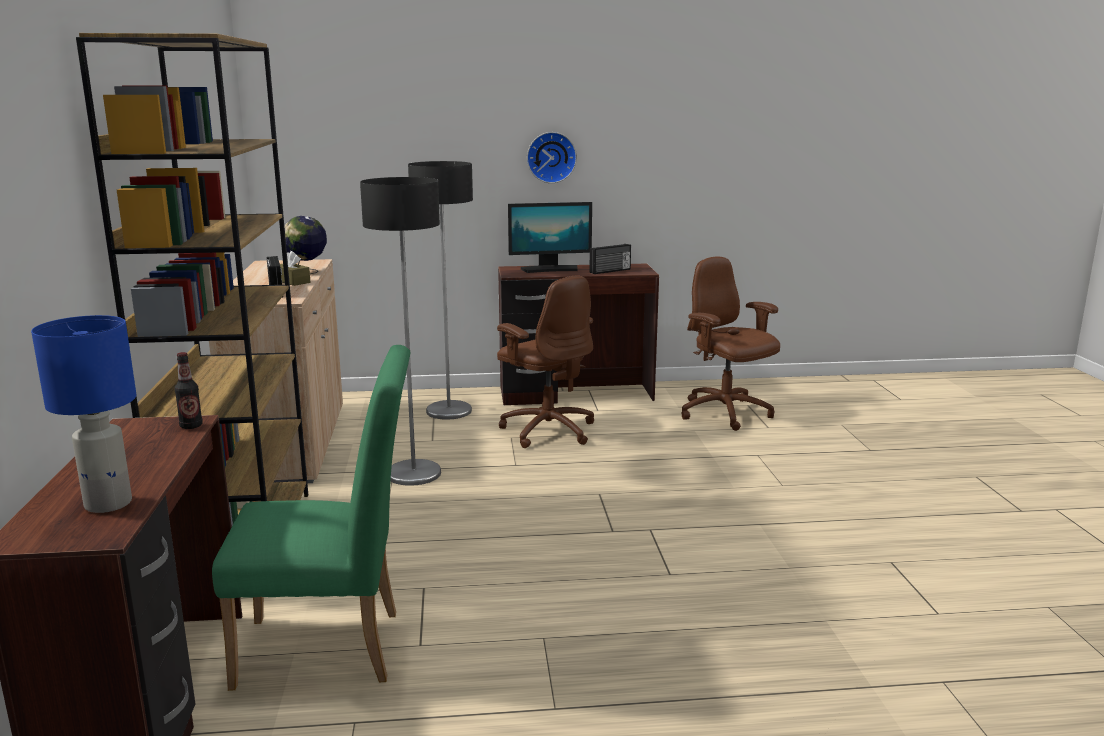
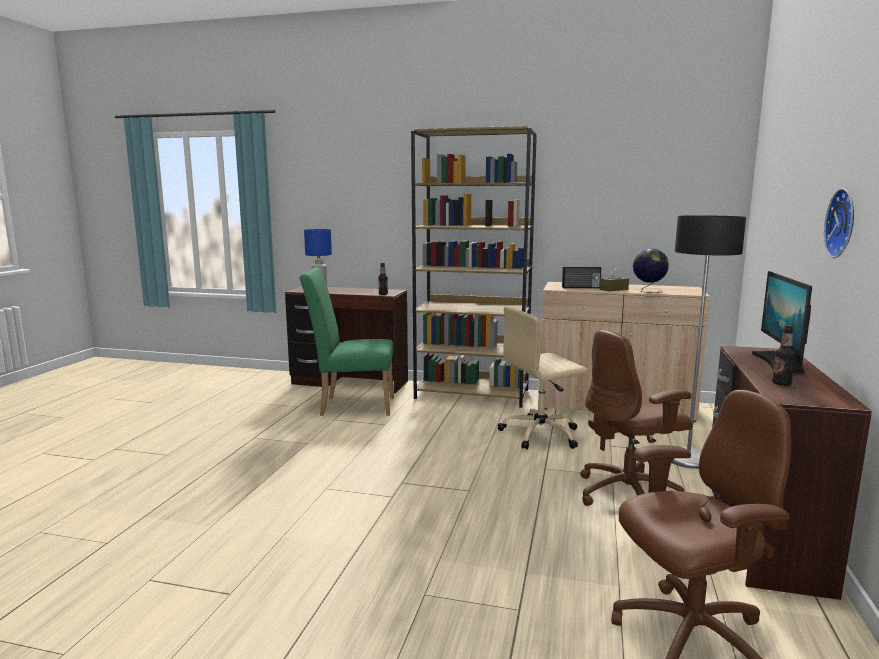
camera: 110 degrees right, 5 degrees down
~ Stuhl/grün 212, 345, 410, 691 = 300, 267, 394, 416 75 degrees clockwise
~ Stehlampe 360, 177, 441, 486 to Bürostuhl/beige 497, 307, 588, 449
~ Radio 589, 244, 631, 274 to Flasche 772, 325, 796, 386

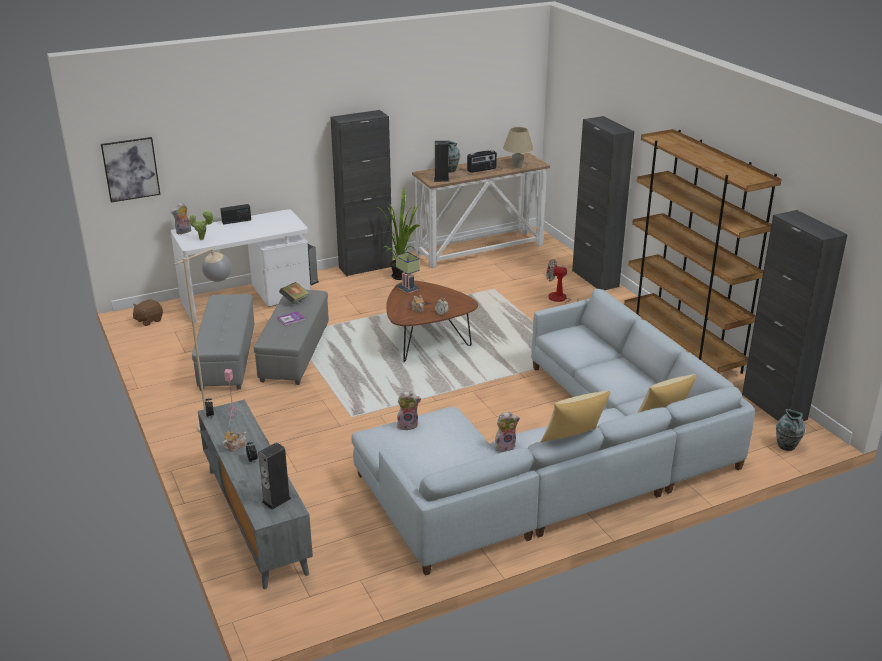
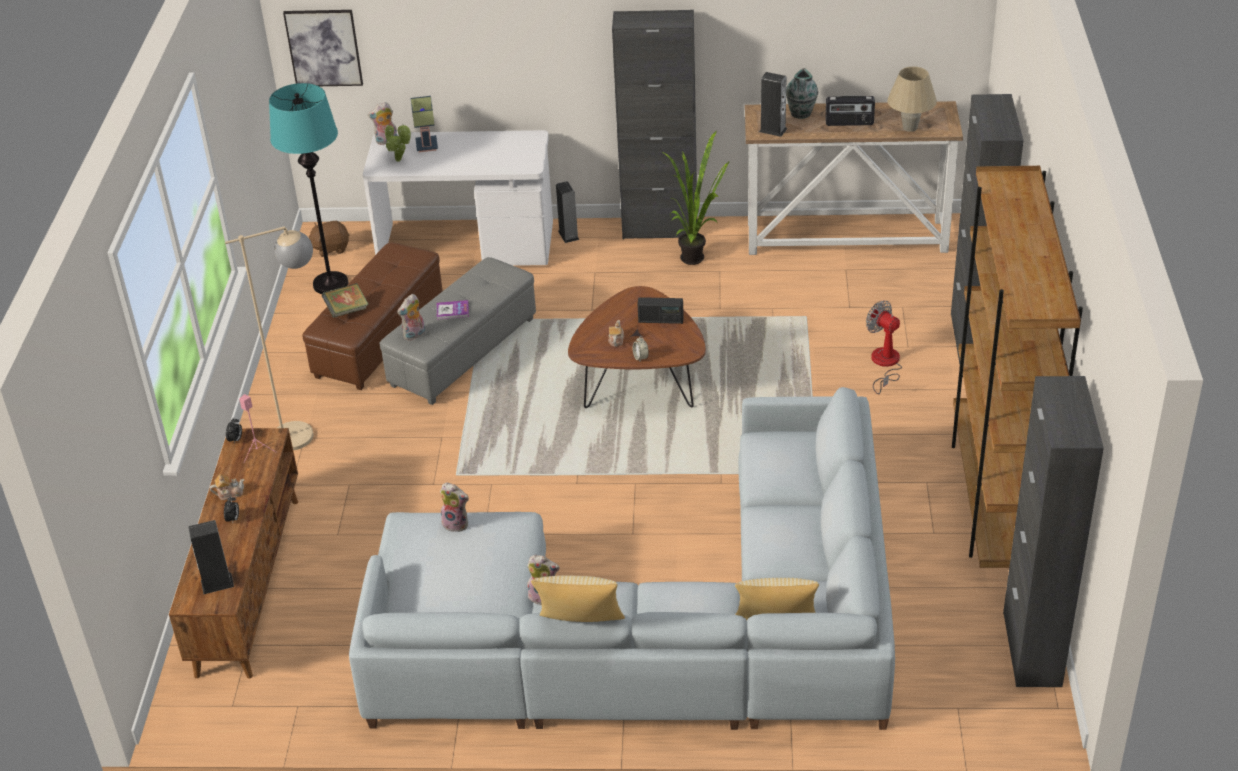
camera: 30 degrees right, 10 degrees up
~ Fernsehschrank/grau 198, 400, 313, 589 to Fernsehschrank/braun 169, 428, 298, 678
+ Stehlampe/türkis 269, 83, 348, 294
~ Polsterhocker/grau 192, 294, 254, 391 to Polsterhocker/braun 302, 242, 443, 390
~ Buch 279, 282, 309, 304 to 322, 283, 369, 318
+ Plüschtier 397, 294, 425, 341
~ Tischlampe 396, 252, 420, 294 to 411, 96, 438, 152
~ Radio 220, 204, 251, 225 to 638, 297, 684, 324
- Vase 776, 409, 805, 451

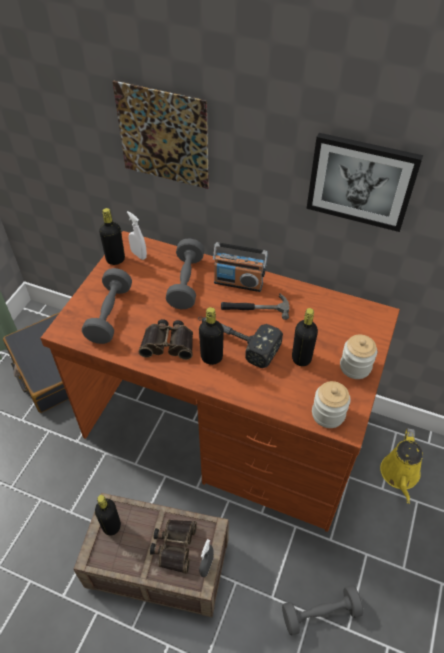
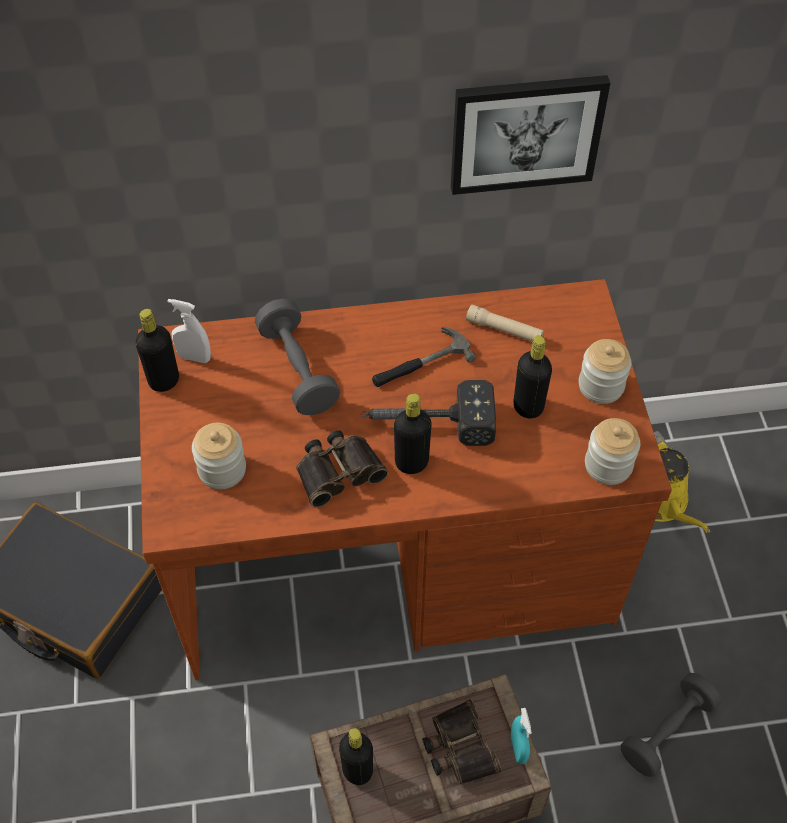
camera: 30 degrees left, 5 degrees up
~ Hantel/grau 82, 268, 132, 344 to Vorratsglas 192, 423, 246, 489
+ Taschenlampe/beige 466, 304, 544, 341
~ Sprühflasche/grau 199, 539, 214, 577 to Sprühflasche/türkis 510, 708, 532, 764
- Bild 113, 81, 209, 189
- Radio 213, 242, 268, 292

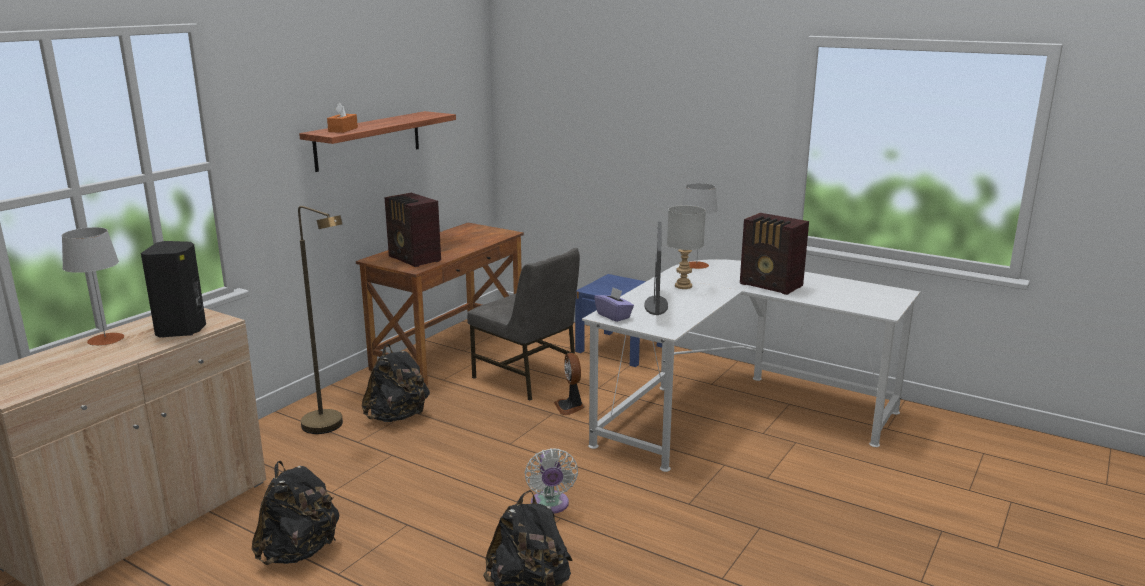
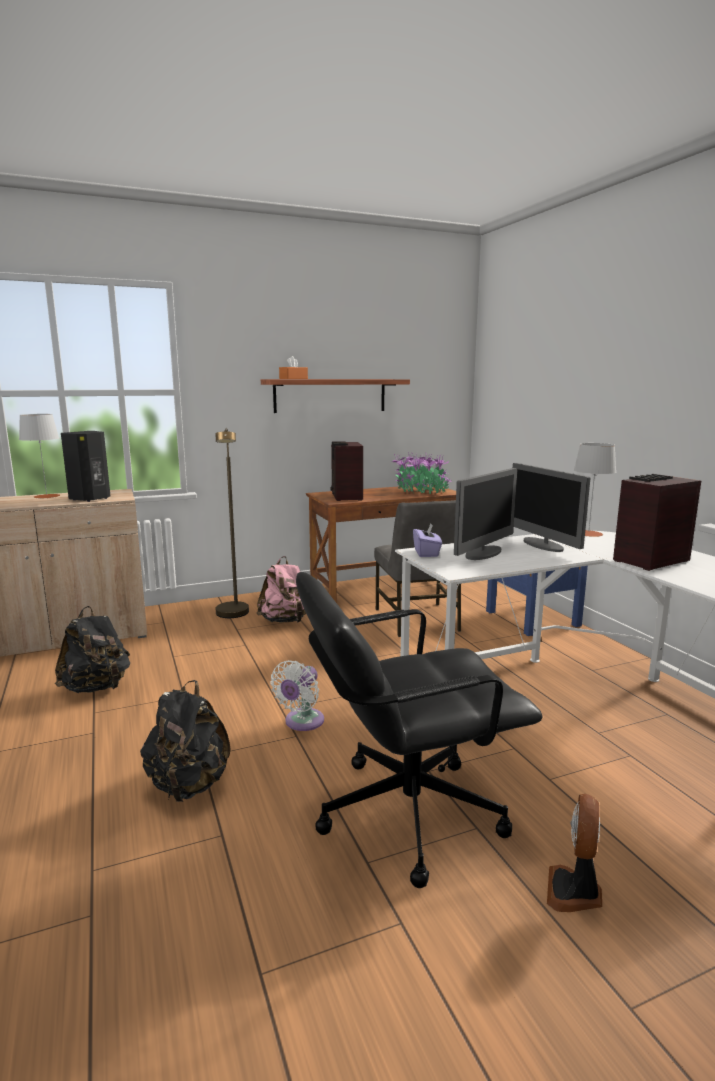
camera: 35 degrees right, 5 degrees down
~ Rucksack/schwarz 362, 344, 430, 422 to Rucksack/rosa 257, 556, 306, 623
+ Bürostuhl/schwarz 296, 572, 543, 888
+ Topfpflanze 392, 453, 452, 494
~ Tischlampe/grau 667, 205, 706, 289 to Monitor 513, 463, 590, 552
~ Ventilator 554, 353, 585, 415 to 547, 794, 602, 912
~ Radio 740, 213, 809, 295 = 613, 474, 701, 571 75 degrees clockwise

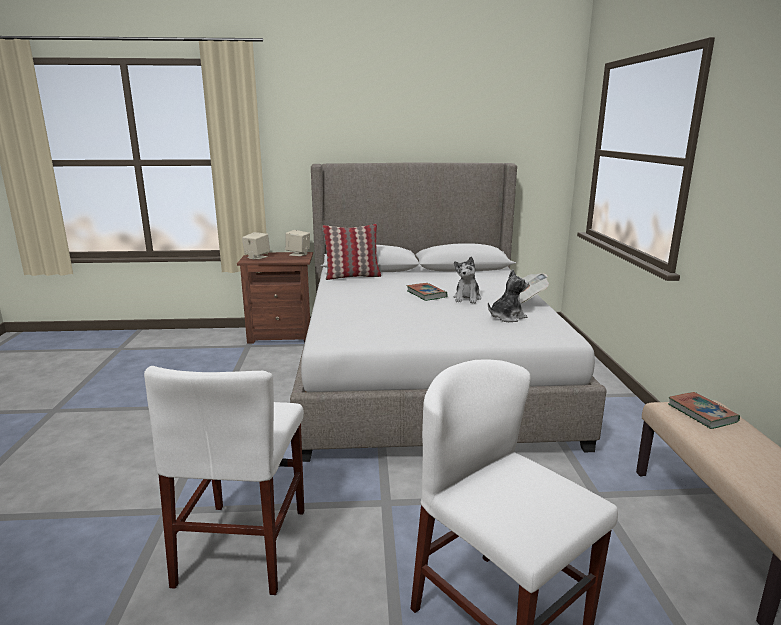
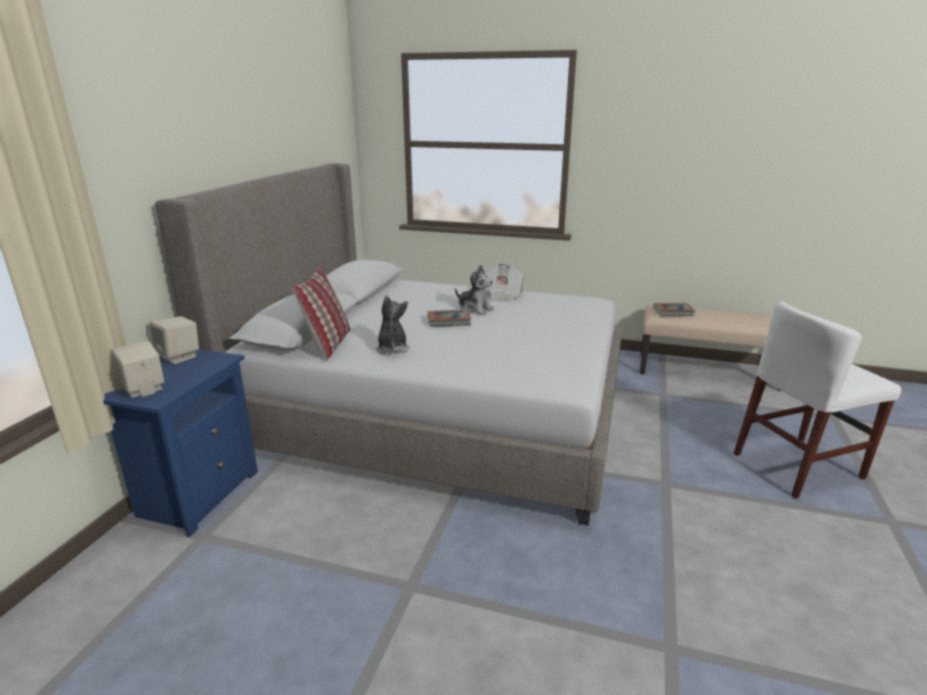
camera: 70 degrees left, 5 degrees up
~ Nachttisch/braun 237, 252, 313, 344 to Nachttisch/blau 103, 349, 258, 537
~ Plüschtier 488, 269, 529, 322 to 375, 295, 410, 354
- Stuhl/weiß 144, 366, 304, 595

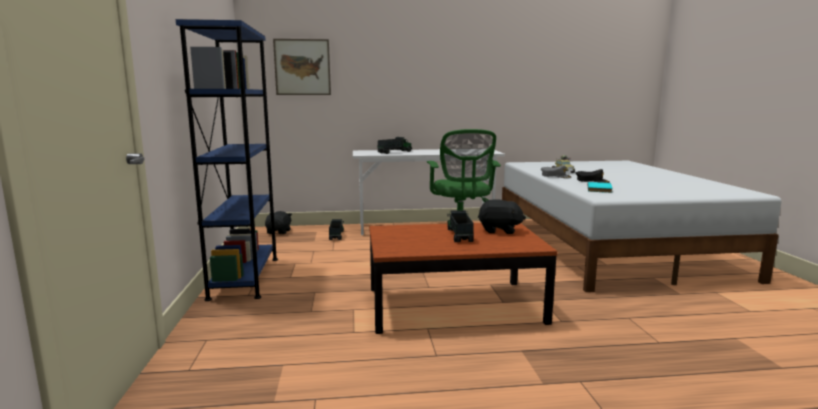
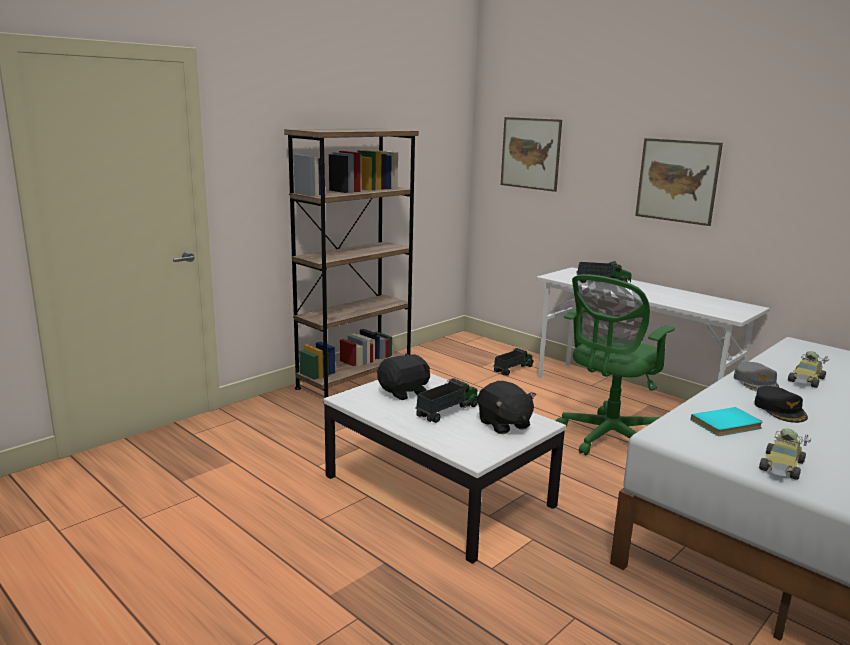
camera: 50 degrees right, 5 degrees up
~ Bücherregal/blau 176, 19, 278, 301 to Bücherregal/braun 284, 128, 419, 398
~ Couchtisch/braun 369, 223, 557, 334 to Couchtisch/weiß 323, 373, 566, 564
~ Plüschtier/schwarz 265, 211, 292, 234 to 377, 354, 430, 400
+ Bild 635, 138, 723, 226
+ Spielzeugauto 759, 428, 812, 480

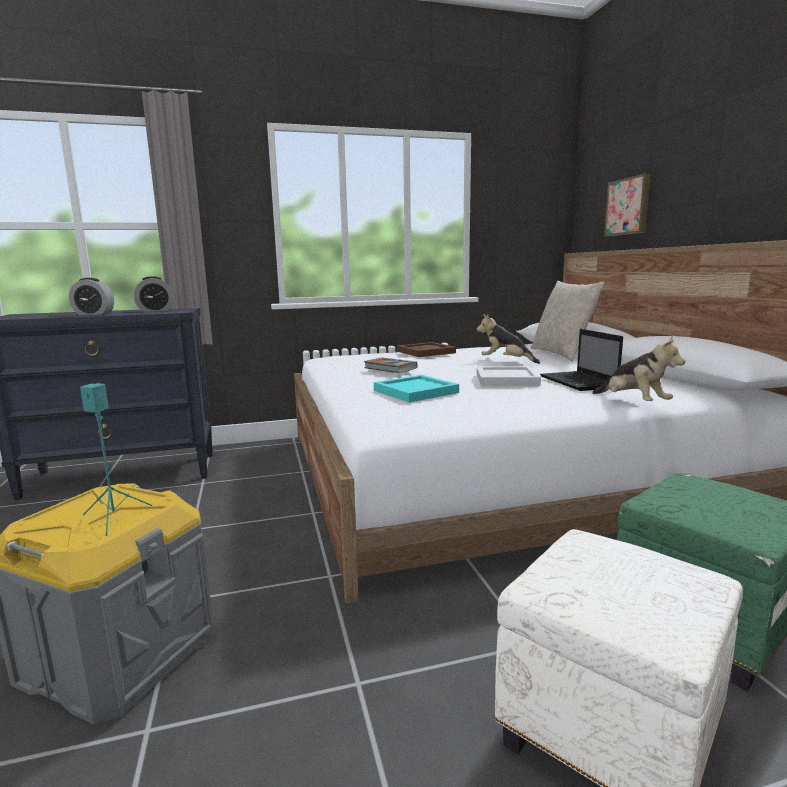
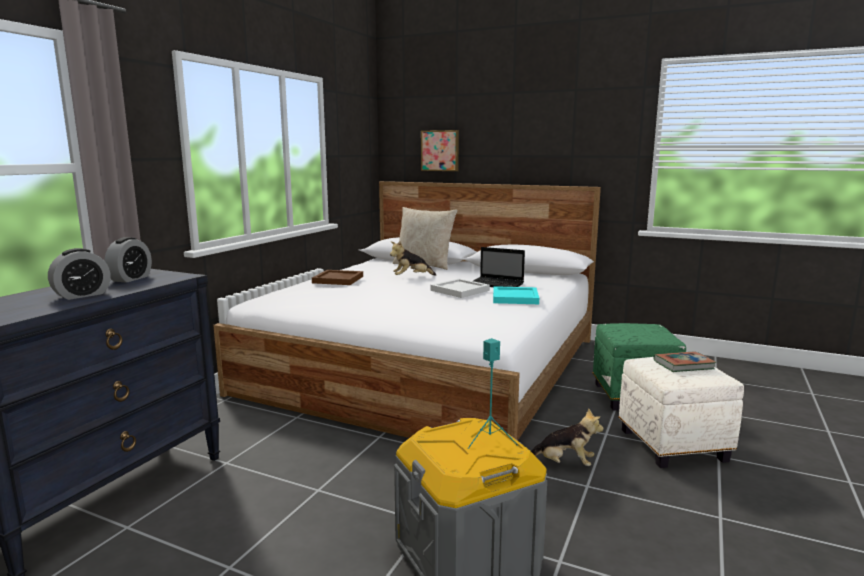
camera: 50 degrees left, 0 degrees up
~ Tablett/türkis 374, 375, 459, 402 to 493, 286, 539, 304
~ Plüschtier 592, 335, 685, 401 to 531, 408, 604, 466
~ Buch 364, 358, 418, 373 to 653, 351, 716, 372

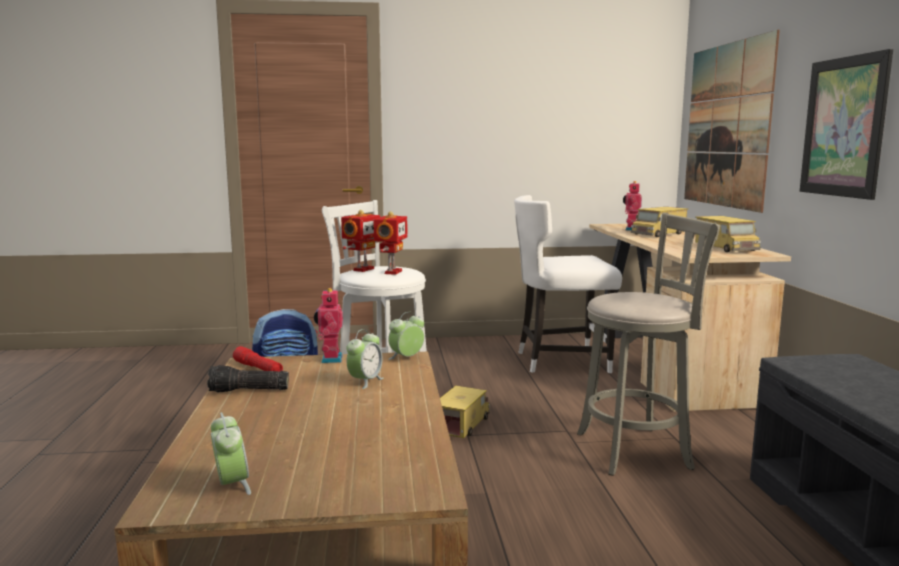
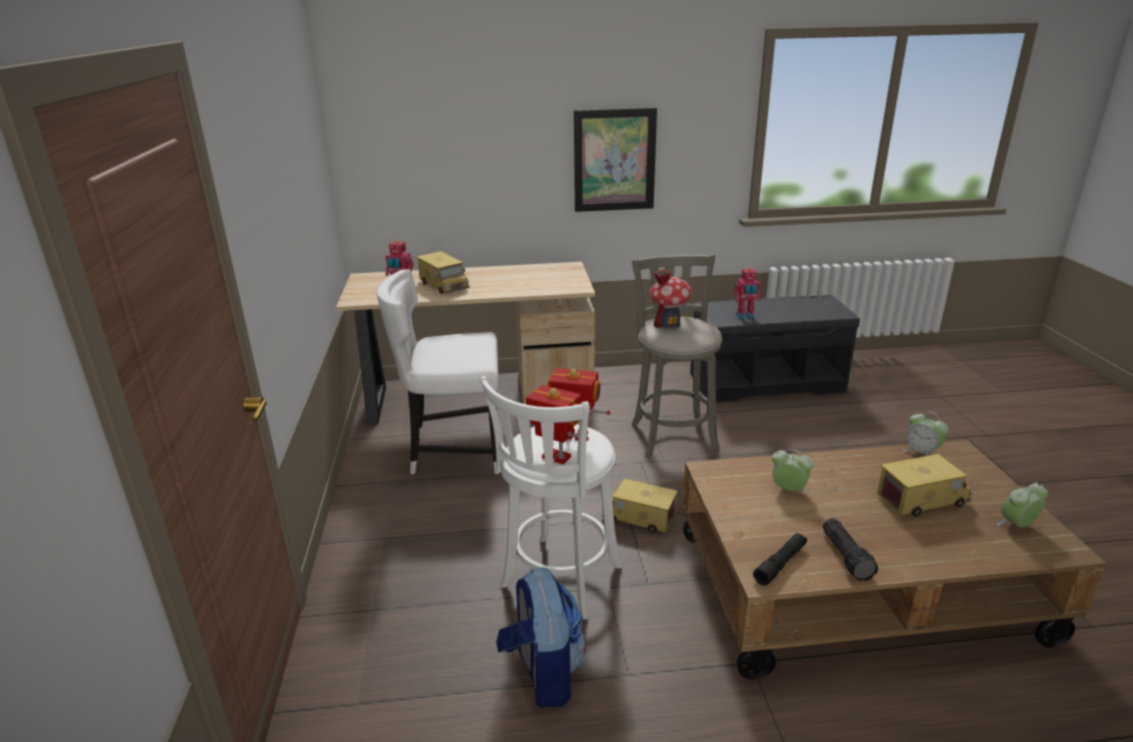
camera: 90 degrees left, 15 degrees up
~ Stuhl/weiß 514, 195, 622, 373 = 377, 270, 499, 475 90 degrees clockwise
+ Spielzeughaus 649, 269, 692, 329
~ Spielzeugroboter 314, 287, 343, 363 to 734, 268, 761, 319
~ Taschenlampe/rot 233, 346, 283, 372 to Taschenlampe/schwarz 753, 533, 807, 586
~ Spielzeuglaster 695, 216, 761, 252 to 877, 454, 973, 516
~ Wecker 388, 312, 424, 360 to 903, 411, 948, 456
- Bild 684, 30, 780, 213

